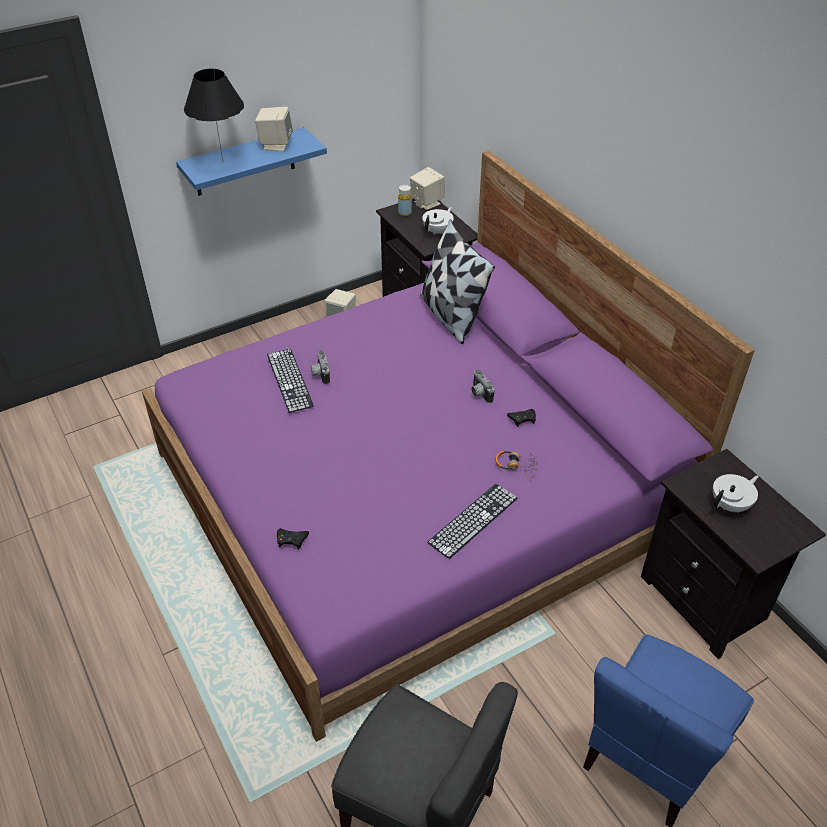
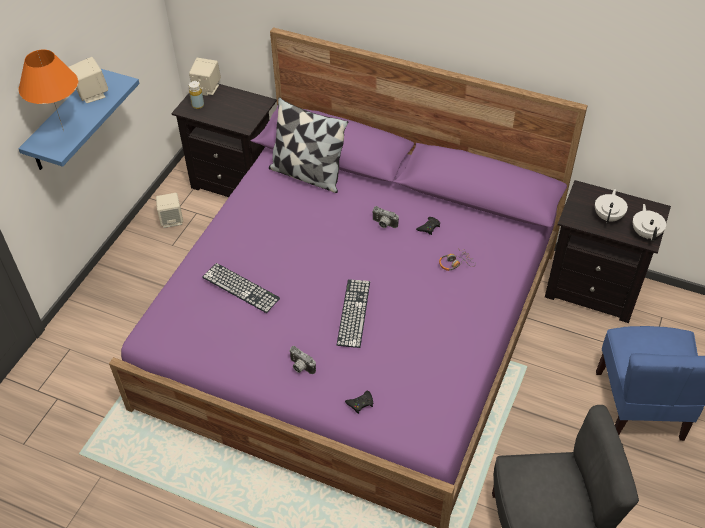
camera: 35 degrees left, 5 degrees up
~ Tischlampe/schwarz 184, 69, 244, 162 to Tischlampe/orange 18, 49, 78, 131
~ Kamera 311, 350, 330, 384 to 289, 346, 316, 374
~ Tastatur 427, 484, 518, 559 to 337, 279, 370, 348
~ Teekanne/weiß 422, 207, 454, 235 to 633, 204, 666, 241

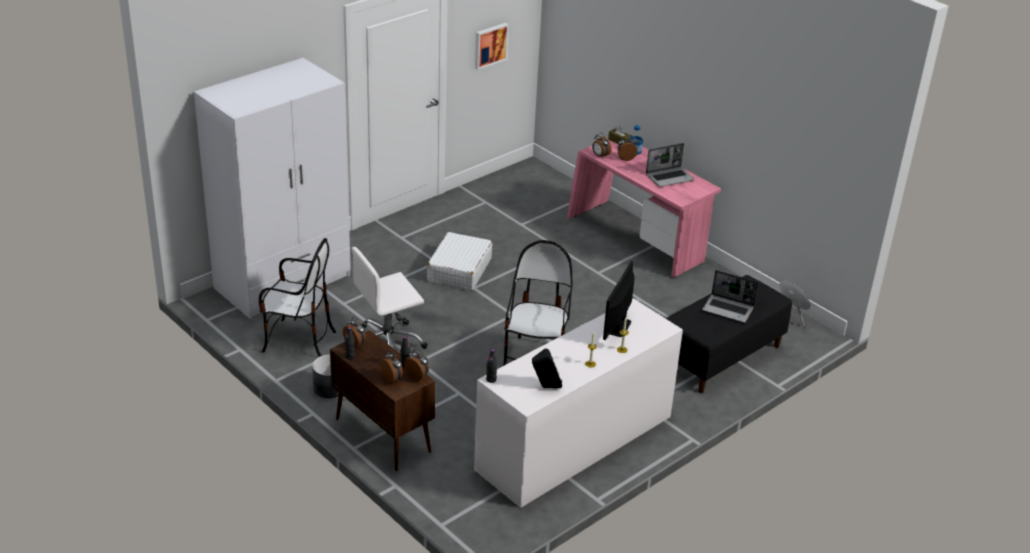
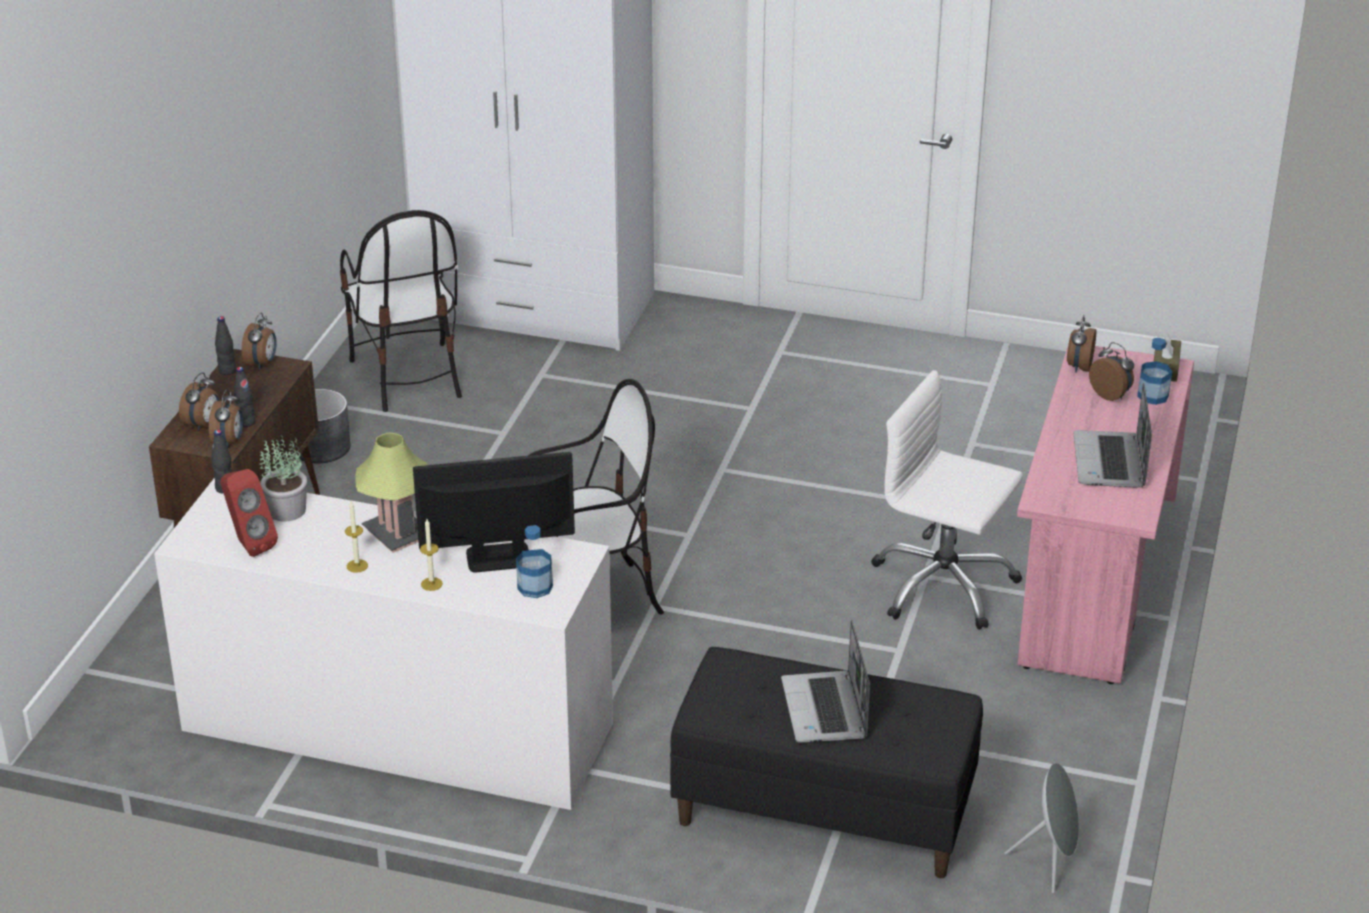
camera: 60 degrees right, 0 degrees up
~ Lautsprecher/schwarz 532, 348, 562, 388 to Lautsprecher/rot 220, 469, 278, 557
+ Topfpflanze 259, 435, 307, 522
+ Tischlampe 355, 432, 428, 553
+ Flasche 516, 525, 553, 598
~ Bürostuhl/weiß 352, 247, 428, 349 to 871, 370, 1023, 630
~ Laptop 646, 143, 695, 187 = 1073, 383, 1152, 488 60 degrees clockwise
- Koffer/weiß 427, 232, 492, 291
- Bild 475, 23, 509, 70

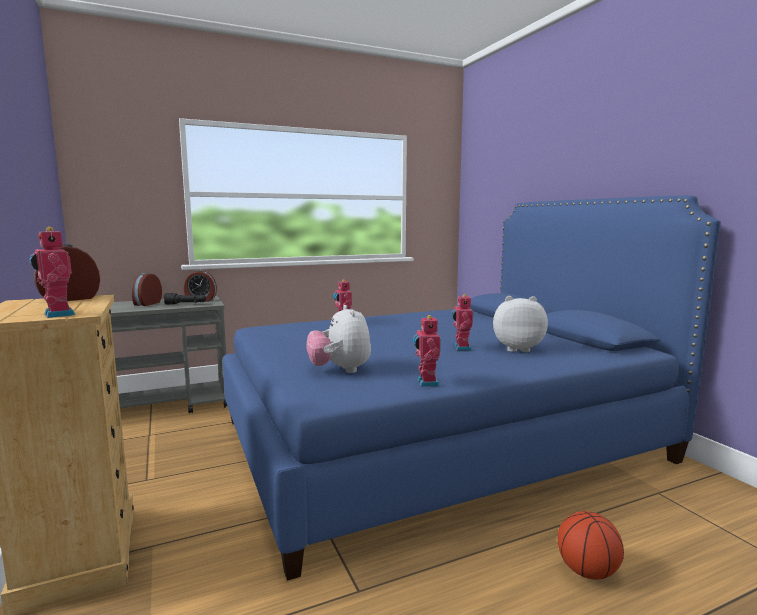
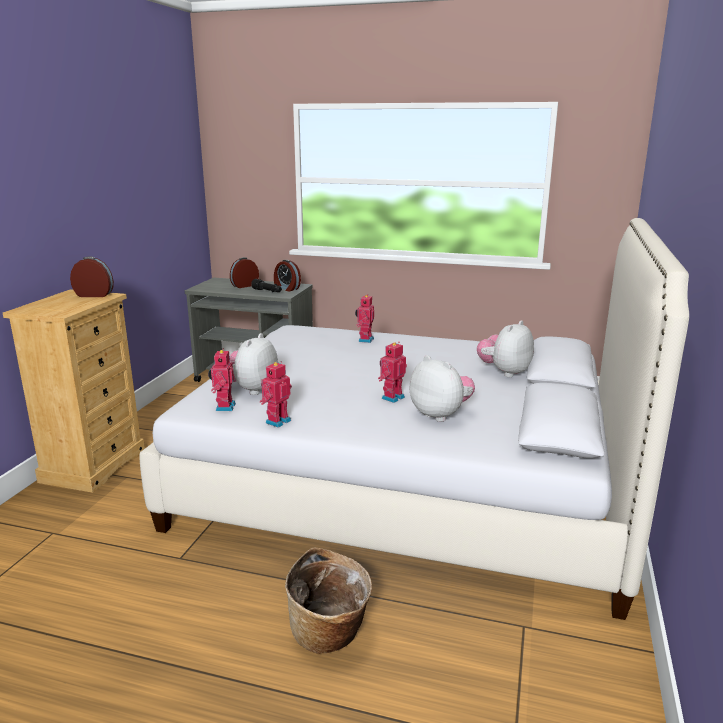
camera: 40 degrees right, 10 degrees up
~ Bett/blau 223, 196, 721, 581 to Bett/weiß 140, 218, 689, 620
~ Spielzeugroboter 29, 227, 75, 318 to 208, 349, 236, 411
~ Basketball 558, 511, 624, 580 to Korb 285, 548, 372, 654
+ Plüschtier 477, 320, 534, 377

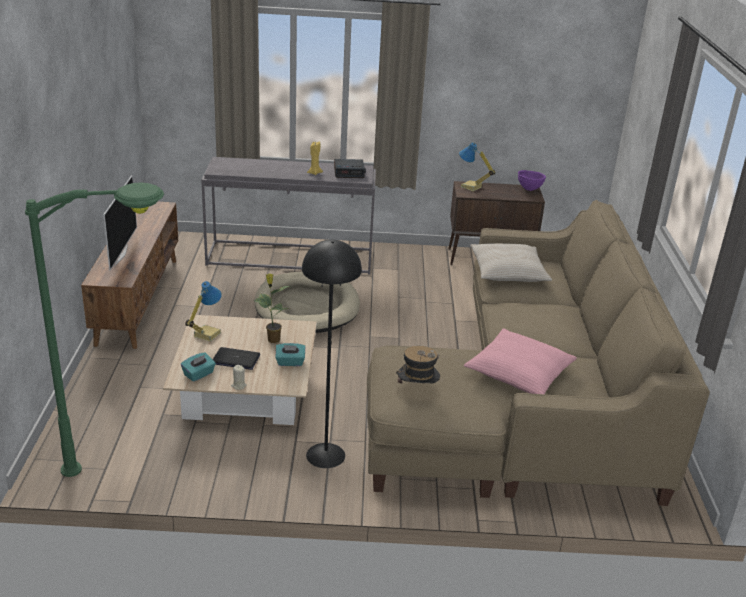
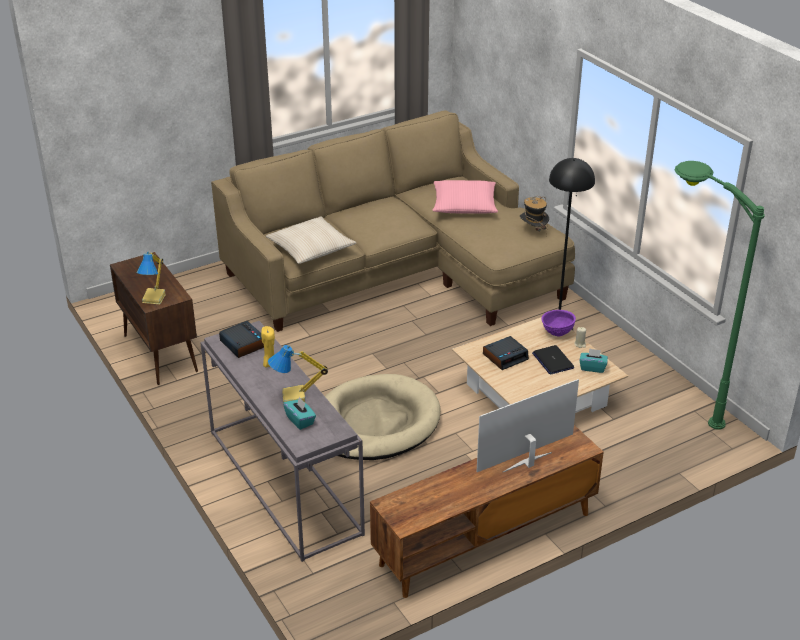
camera: 120 degrees left, 5 degrees up
~ Tischlampe 185, 281, 222, 342 to 268, 345, 328, 403
~ Taschentuchbox/türkis 276, 343, 305, 366 to 283, 397, 316, 430
~ Topfpflanze 254, 274, 289, 343 to Wecker 483, 336, 529, 370
~ Schüssel/lila 518, 170, 546, 191 to 541, 310, 576, 337

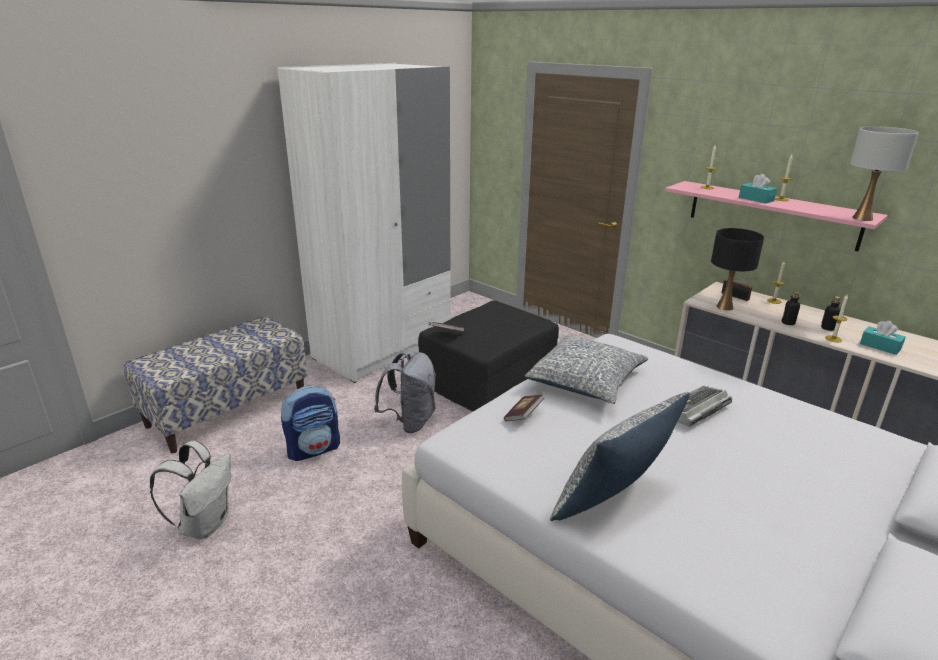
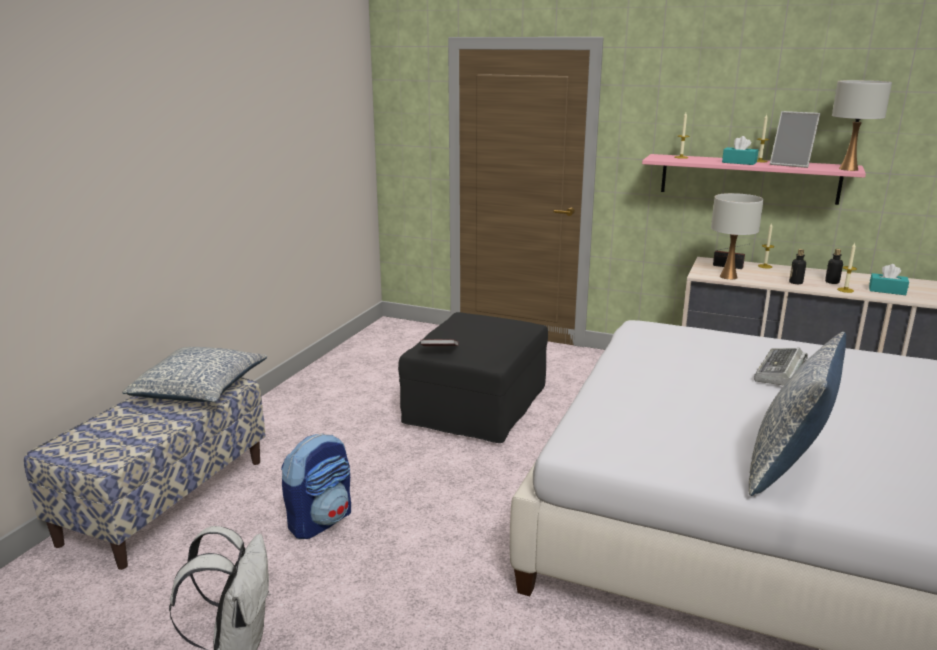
camera: 20 degrees left, 5 degrees down
~ Kissen 525, 335, 648, 404 to 122, 347, 267, 402
~ Tischlampe/schwarz 711, 228, 764, 311 to Tischlampe/weiß 711, 193, 764, 280
+ Bilderrahmen 770, 111, 820, 168
- Kleiderschrank/weiß 277, 63, 451, 383
- Rucksack/grau 374, 351, 436, 433
- Buch 504, 394, 544, 421

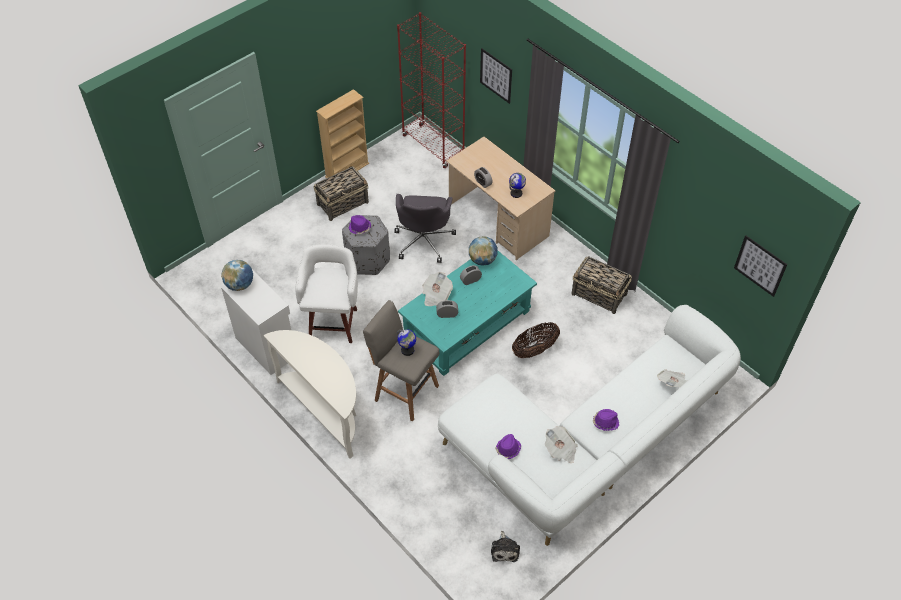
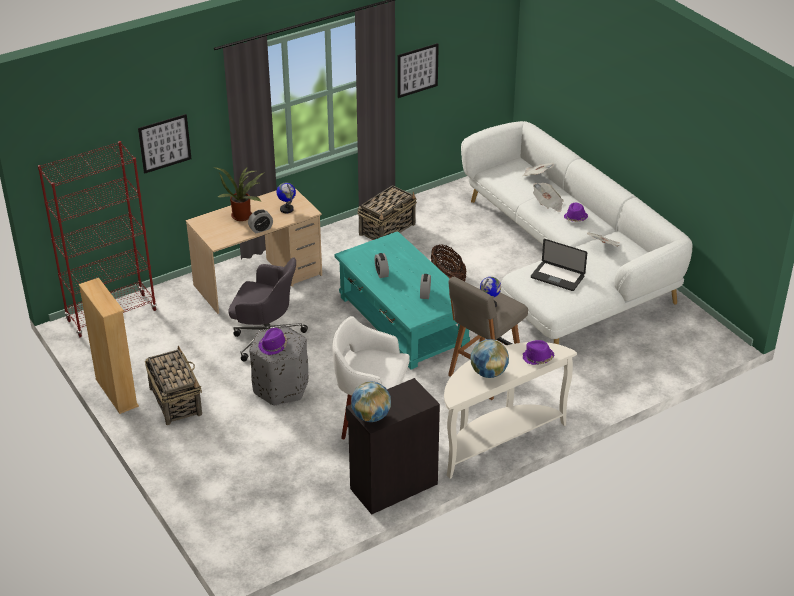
camera: 80 degrees left, 15 degrees down
+ Topfpflanze 216, 167, 265, 221
~ Schrank/weiß 221, 270, 291, 375 to Schrank/schwarz 346, 378, 440, 515
~ Bild 734, 236, 787, 297 to 398, 43, 439, 98
~ Globus 469, 236, 498, 266 to 471, 339, 509, 378
~ Hut/lila 495, 434, 521, 459 to 523, 340, 554, 365
+ Laptop 531, 239, 587, 291
~ Zeitung 423, 272, 453, 306 to 533, 183, 563, 212
- Plüschtier 491, 531, 520, 562

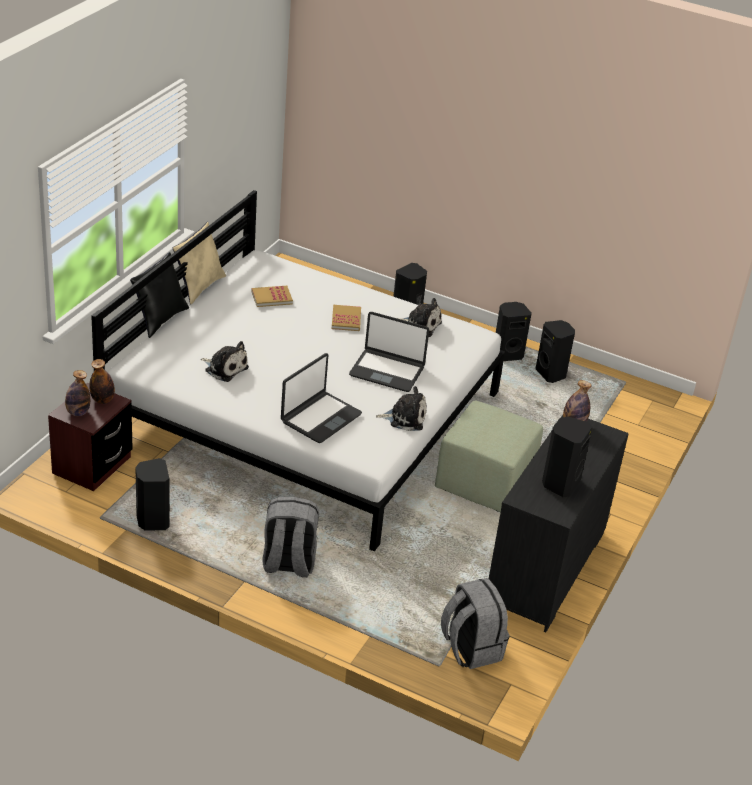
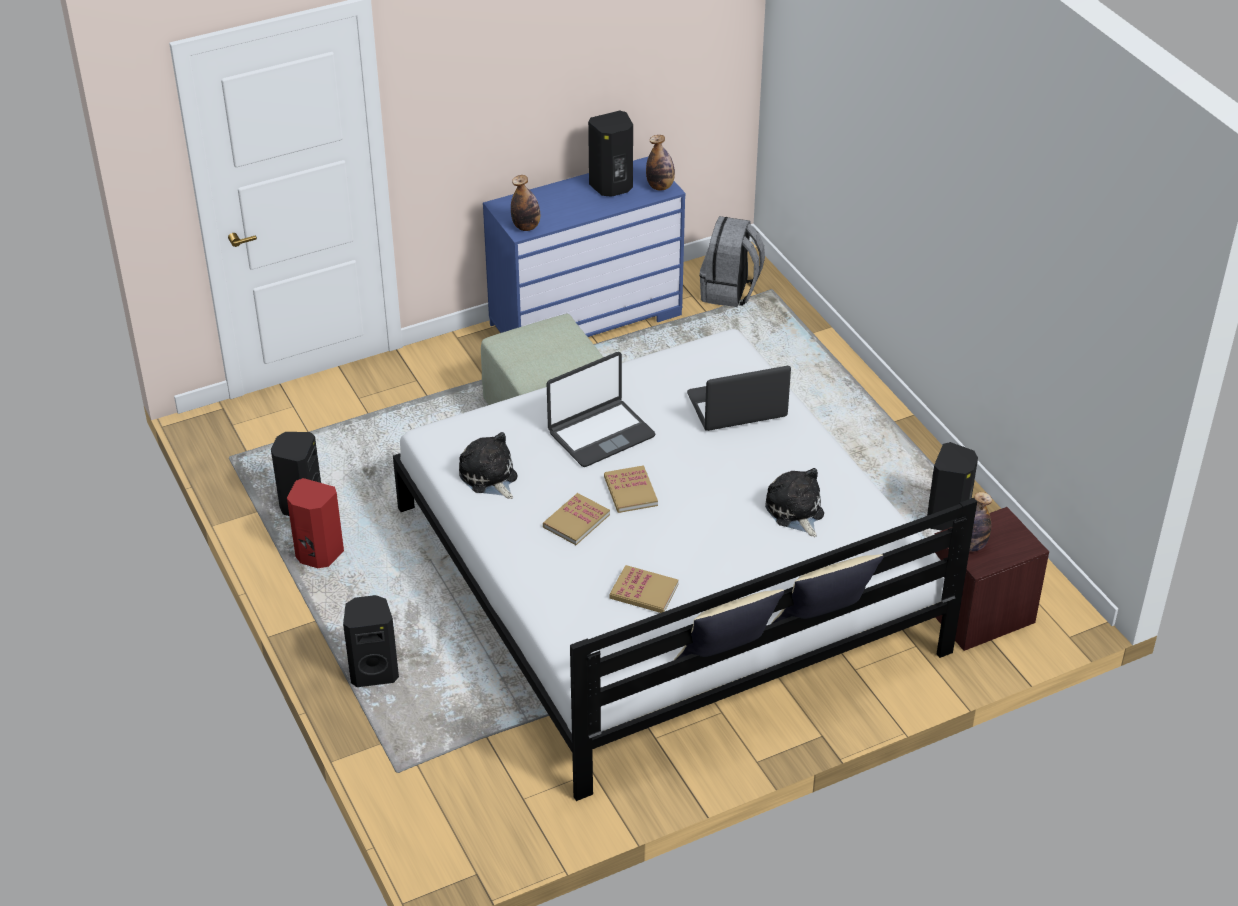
camera: 140 degrees left, 5 degrees up
~ Lautsprecher/schwarz 496, 302, 532, 361 to Lautsprecher/rot 287, 478, 344, 568
~ Kommode/schwarz 489, 415, 629, 632 to Kommode/blau 483, 156, 686, 337
~ Laptop 349, 312, 429, 392 = 547, 352, 655, 467 90 degrees clockwise
+ Buch 604, 465, 658, 513
~ Flasche 65, 370, 90, 416 to 646, 135, 675, 191
~ Kissen/schwarz 130, 252, 189, 338 to Kissen/beige 771, 554, 884, 624
- Rucksack/grau 262, 497, 319, 577
- Plüschtier 376, 386, 427, 431

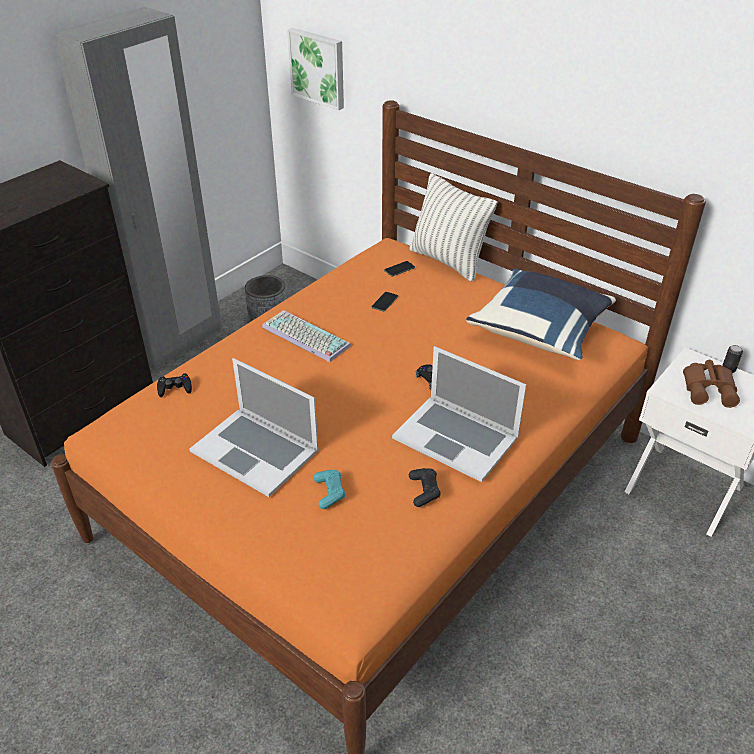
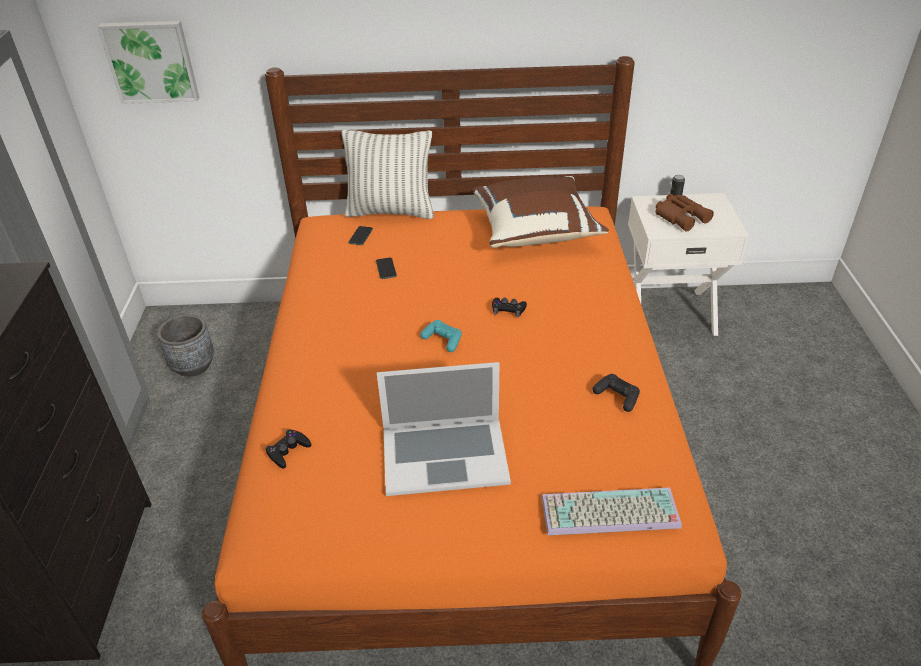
camera: 40 degrees left, 0 degrees up
~ Gamepad/türkis 313, 470, 345, 509 to 420, 320, 462, 352
~ Kissen/blau 466, 268, 616, 360 to Kissen/braun 472, 176, 609, 248
~ Tastatur 262, 310, 351, 362 to 542, 488, 682, 536
- Laptop 392, 346, 527, 482

